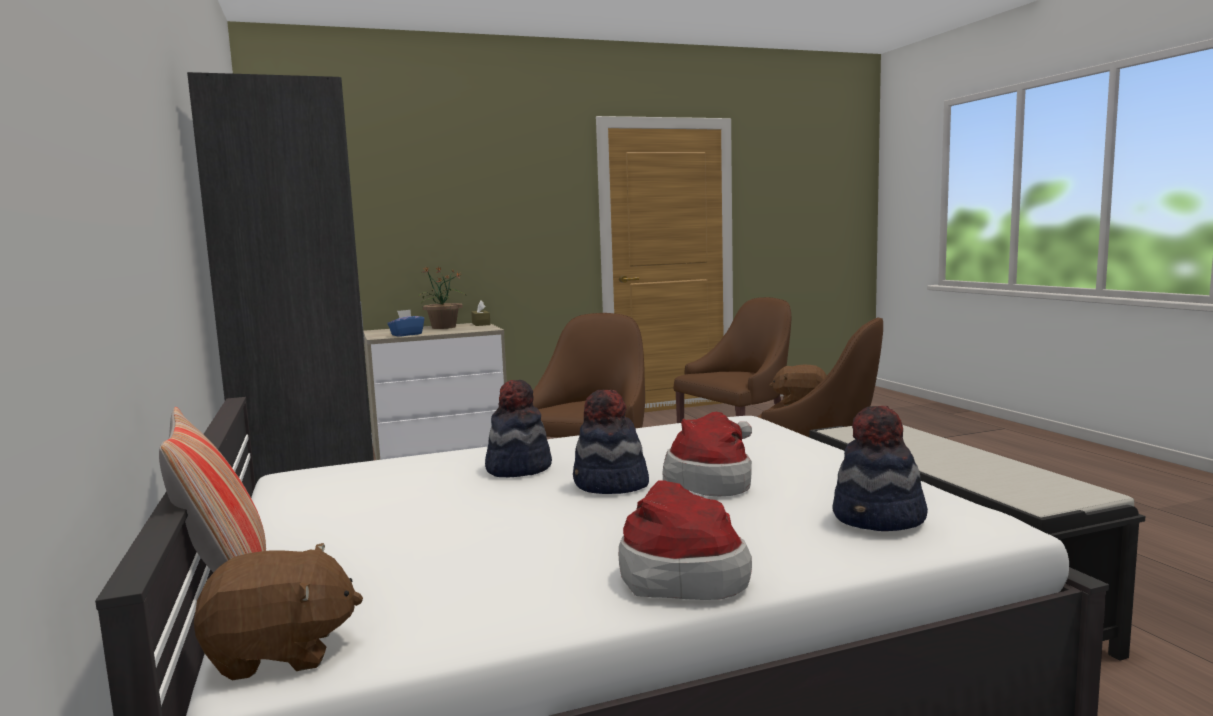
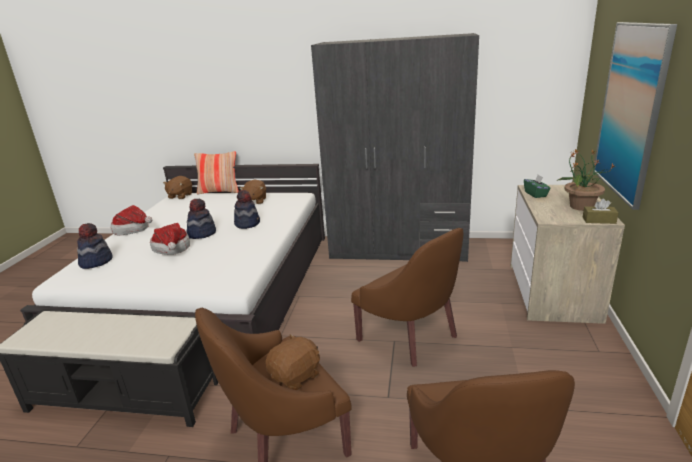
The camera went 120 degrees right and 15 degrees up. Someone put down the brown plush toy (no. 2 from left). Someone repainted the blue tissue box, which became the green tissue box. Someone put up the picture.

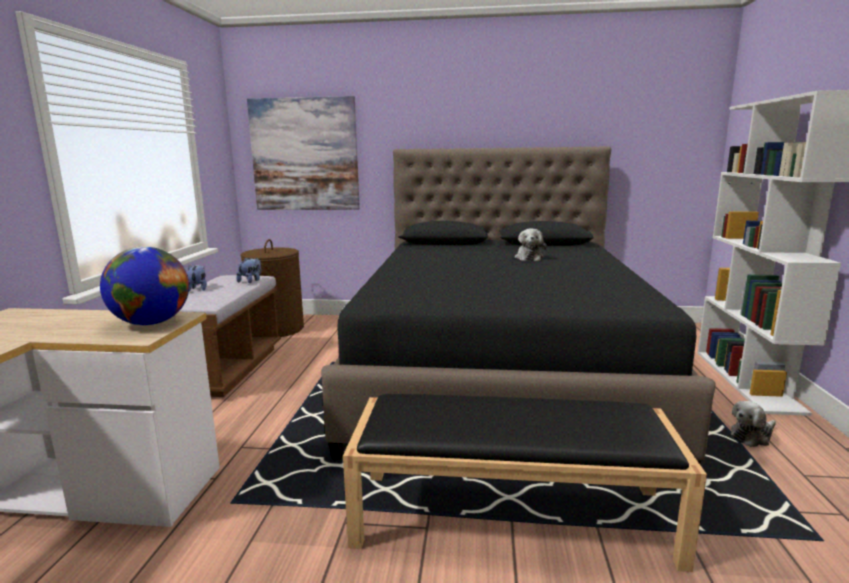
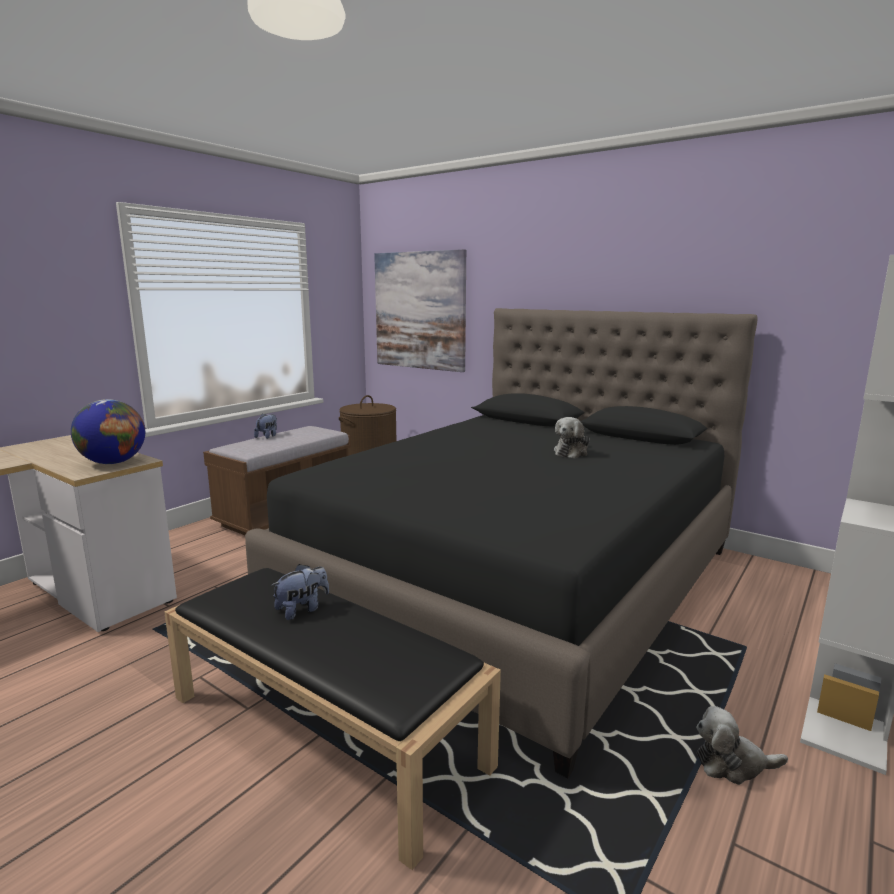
The camera went 30 degrees right and 0 degrees up. Someone carried the plush toy (no. 2 from left).

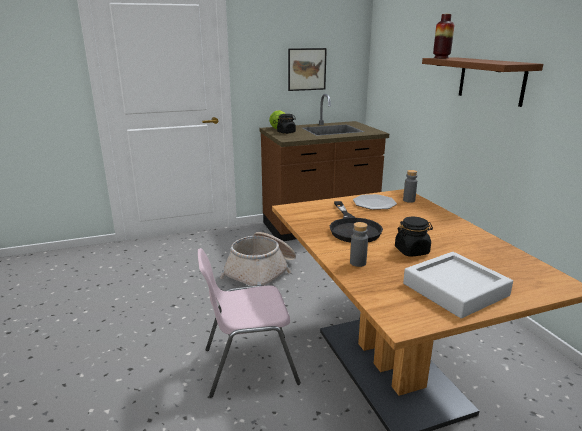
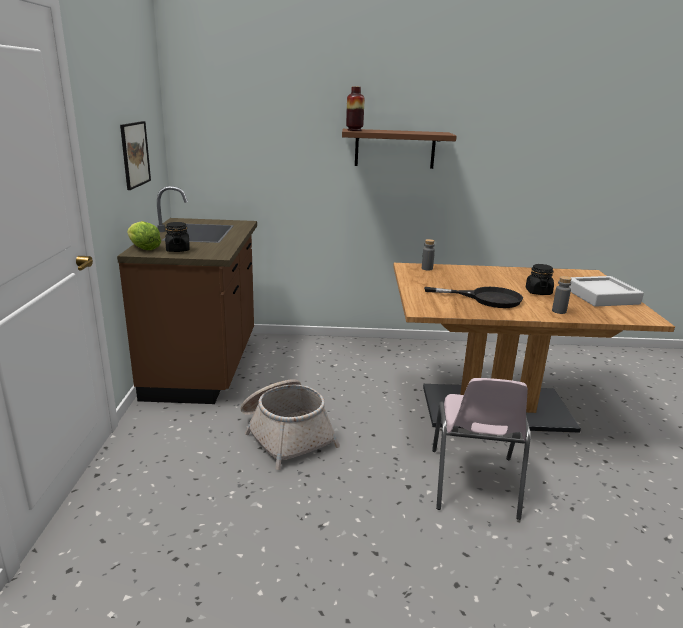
The camera went 70 degrees left and 0 degrees up. Someone took away the plate.

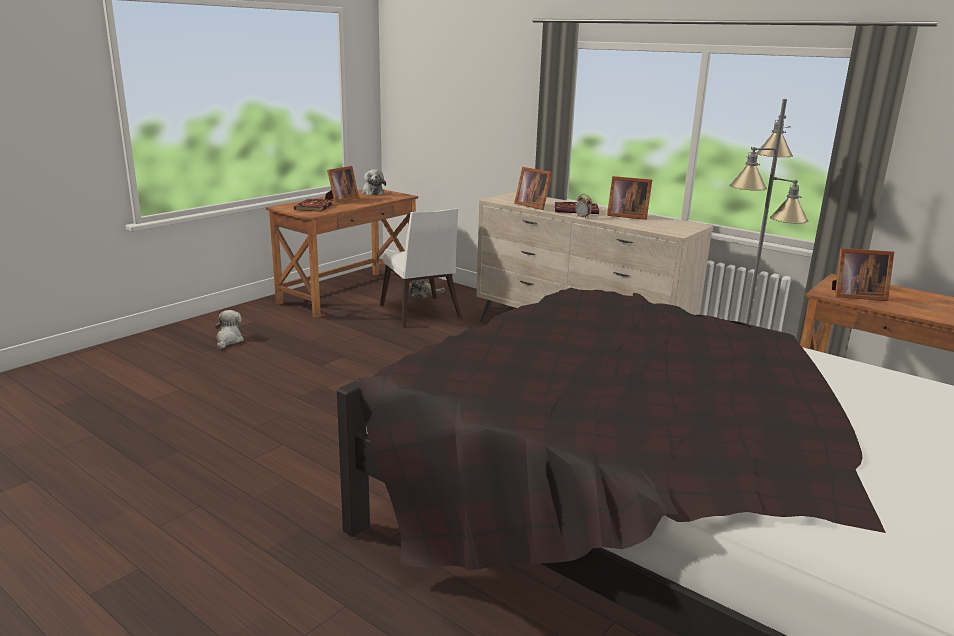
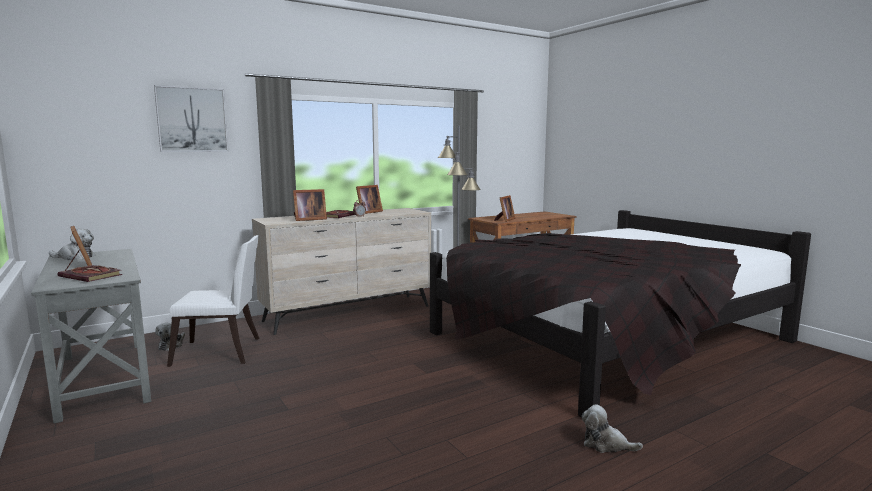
The camera went 70 degrees left and 10 degrees down. Someone repainted the brown desk (no. 1 from left), which became the grey desk. Someone put up the picture. Someone carried the plush toy (no. 1 from left in the first image).

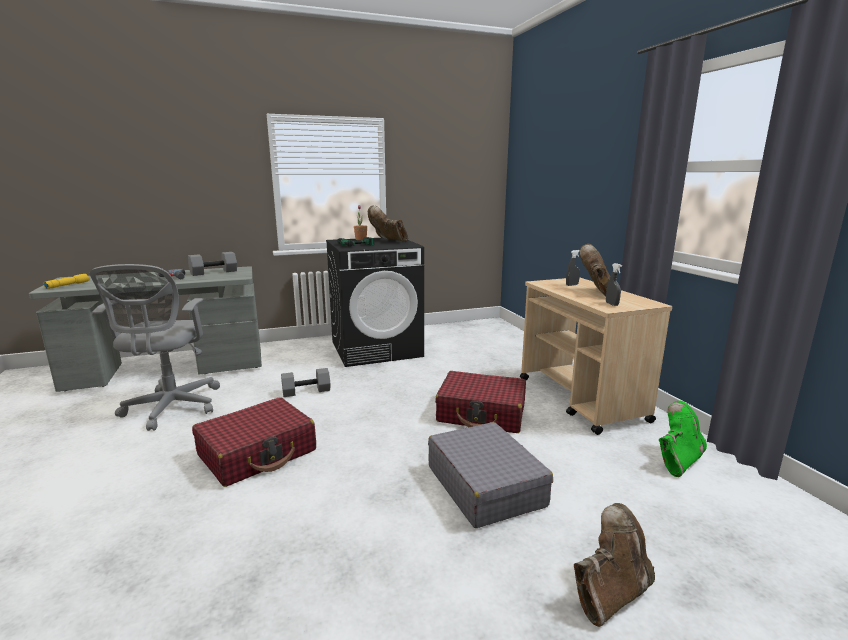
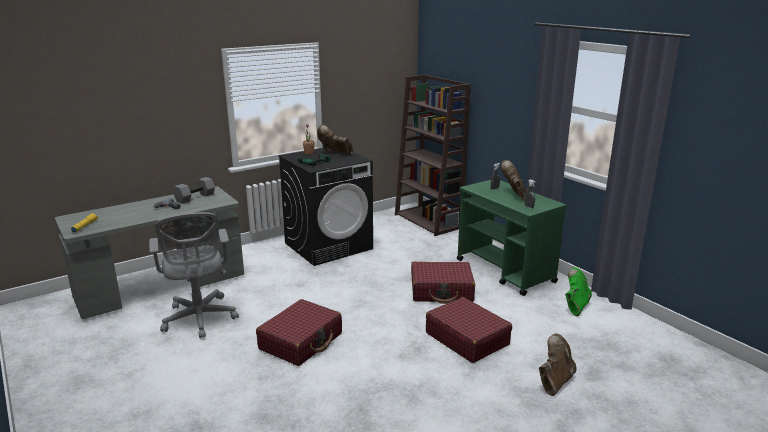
The camera went 15 degrees left and 5 degrees up. Someone put down the brown bookcase. Someone repainted the grey suitcase, which became the red suitcase (no. 3 from left). Someone repainted the beige cart, which became the green cart. Someone took away the grey dumbbell (no. 2 from left).

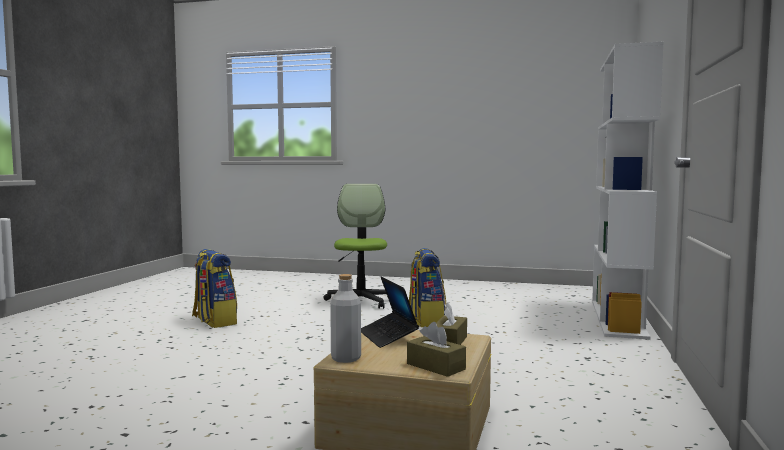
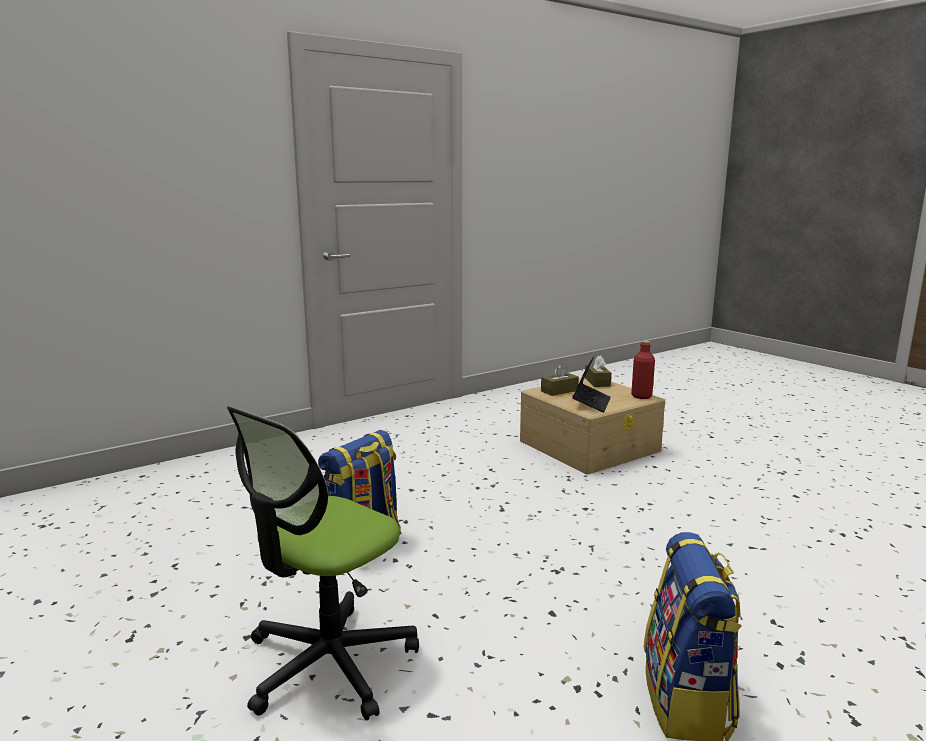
The camera went 140 degrees left and 10 degrees up. Someone repainted the grey bottle, which became the red bottle. Someone took away the white bookcase.

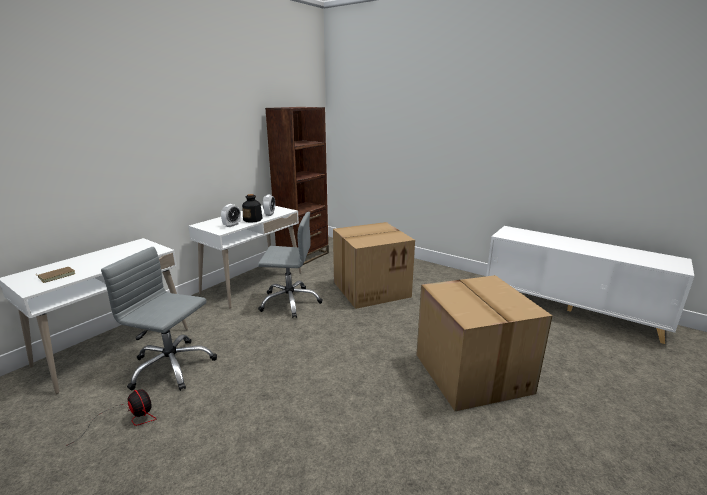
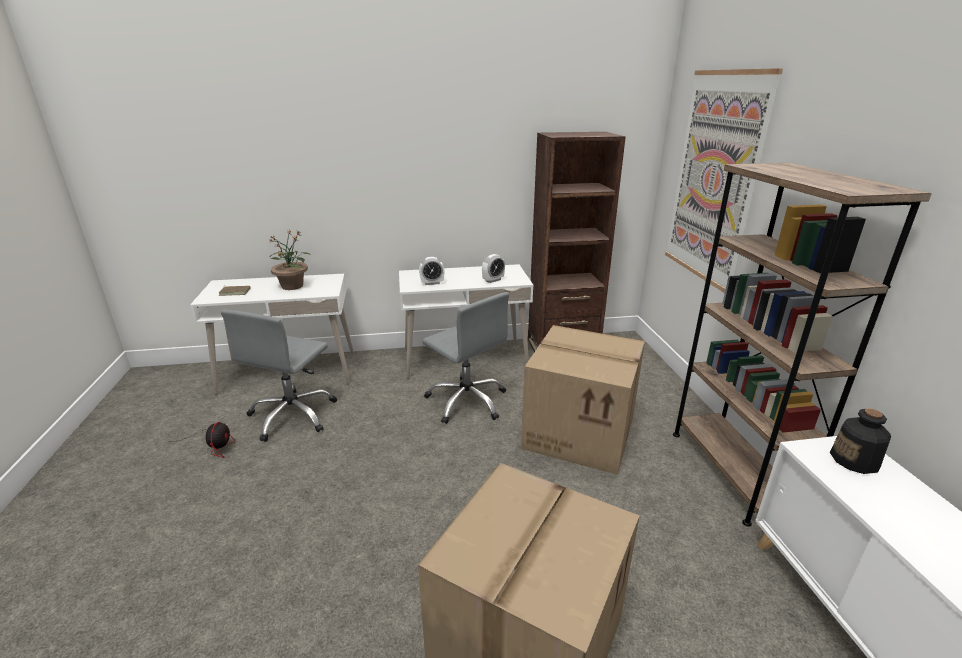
The camera went 45 degrees right and 5 degrees up. Someone rotated the grey office chair (no. 1 from left) by 135 degrees counterclockwise. Someone put down the potted plant. Someone put up the picture. Someone put down the brown bookcase (no. 2 from left). Someone carried the bottle.

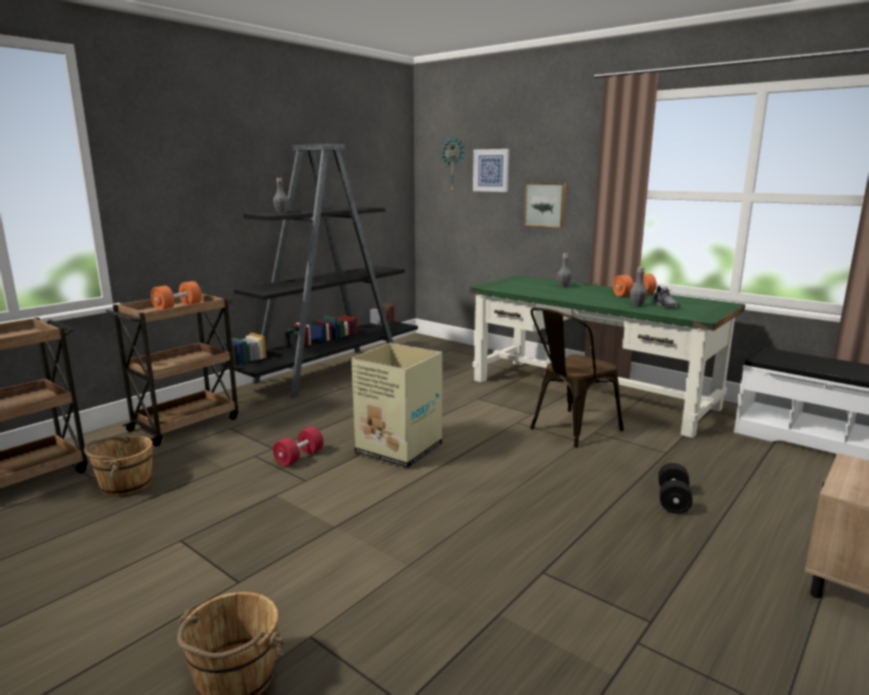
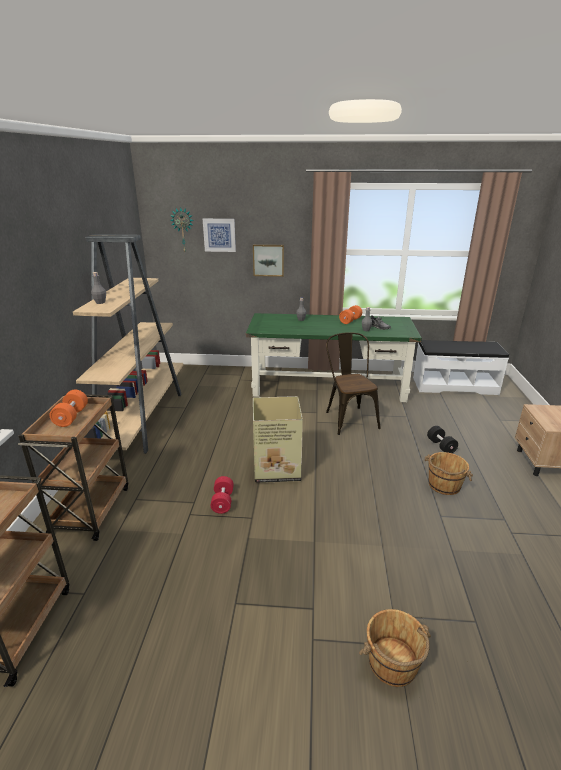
The camera went 35 degrees left and 10 degrees up. Someone repainted the black bookcase, which became the beige bookcase. Someone rotated the brown chair by 150 degrees clockwise. Someone carried the brown bucket (no. 1 from left in the first image).

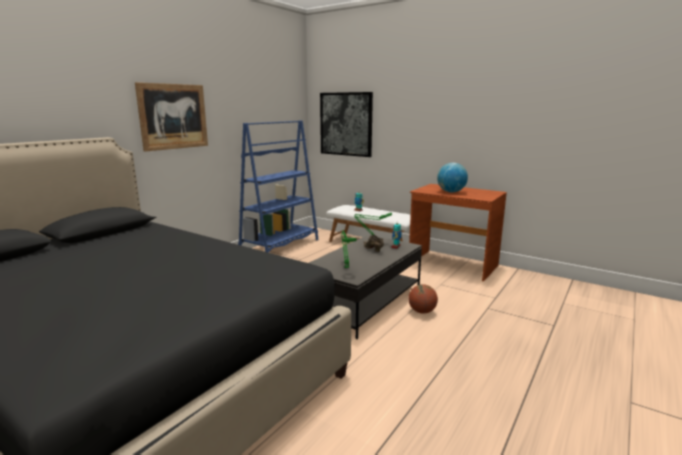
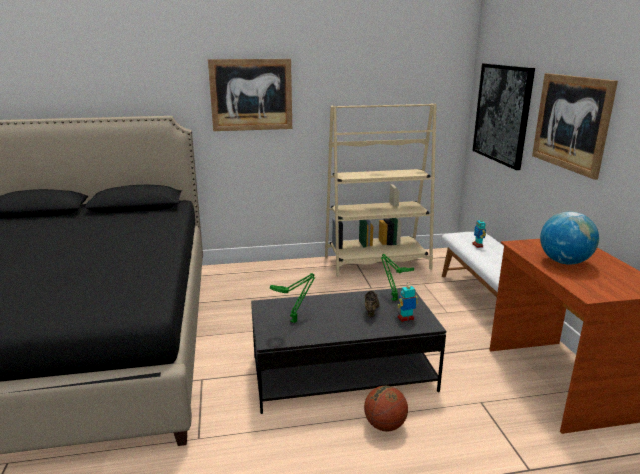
The camera went 45 degrees right and 5 degrees up. Someone repainted the blue bookcase, which became the beige bookcase. Someone put up the picture (no. 3 from left).

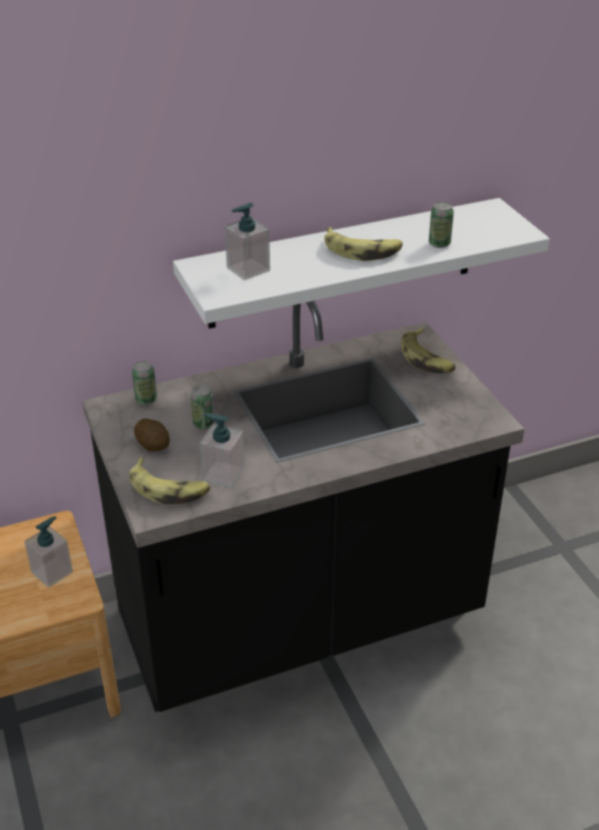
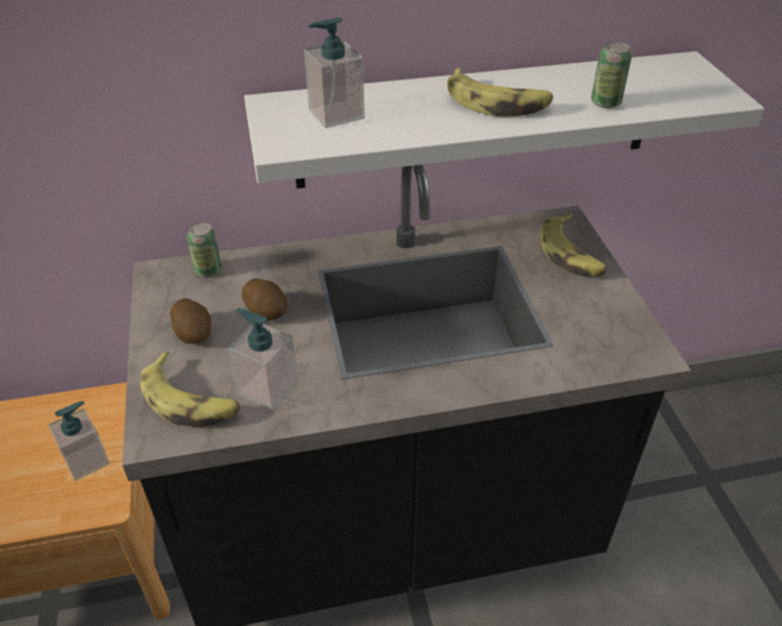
The camera went 10 degrees right and 5 degrees up. Someone swapped the can (no. 2 from left) for the potato (no. 2 from left).

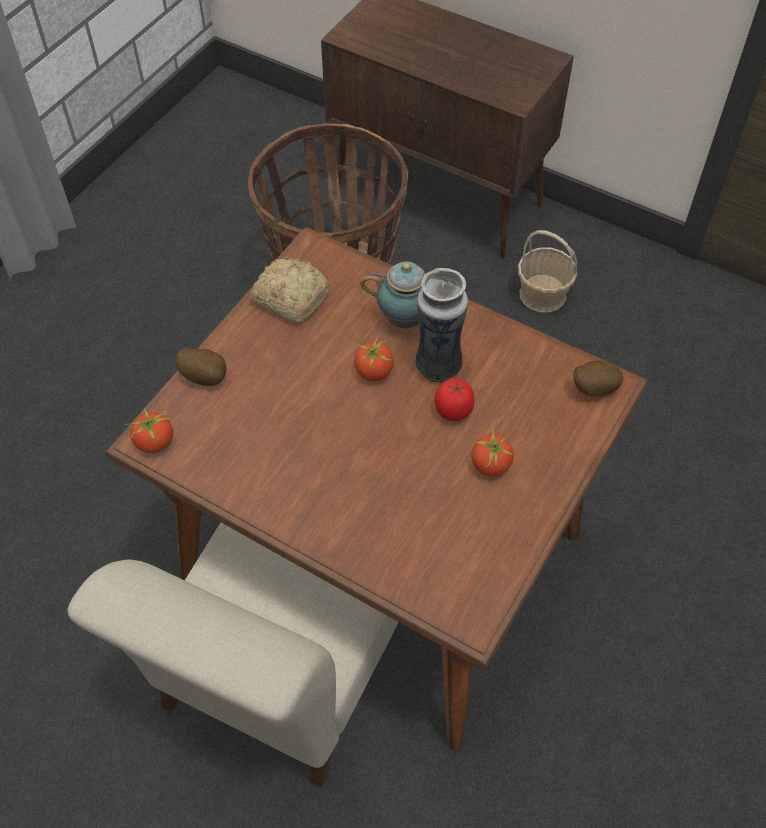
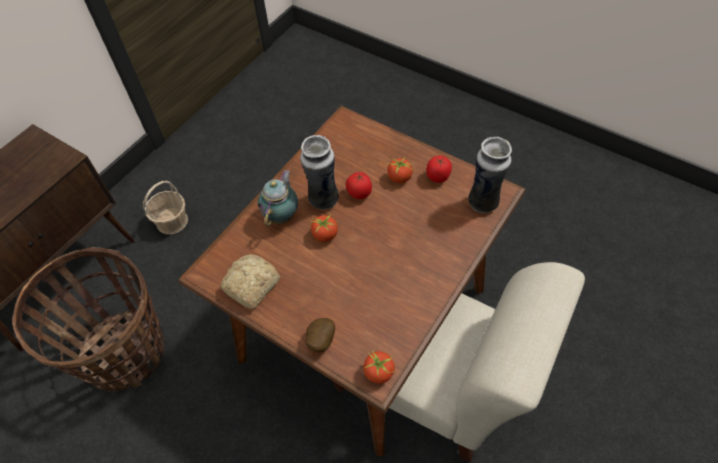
The camera went 85 degrees left and 0 degrees up. Someone put down the tomato (no. 5 from left). Someone put down the vase (no. 2 from left). Someone took away the potato (no. 2 from left).

